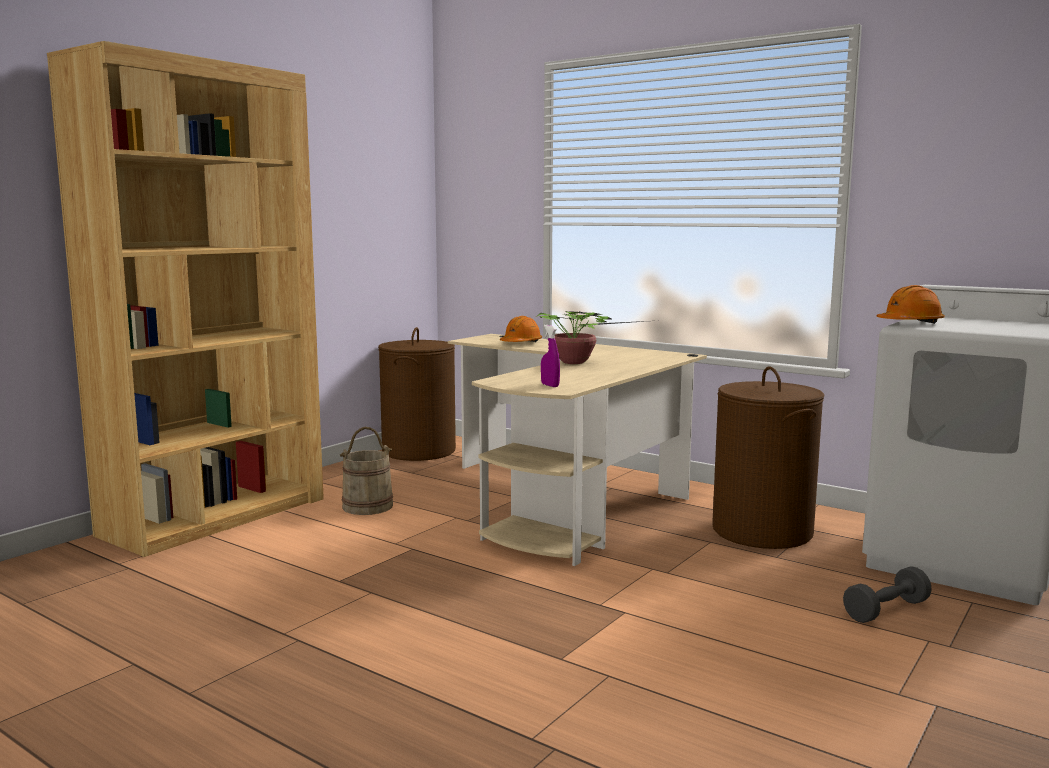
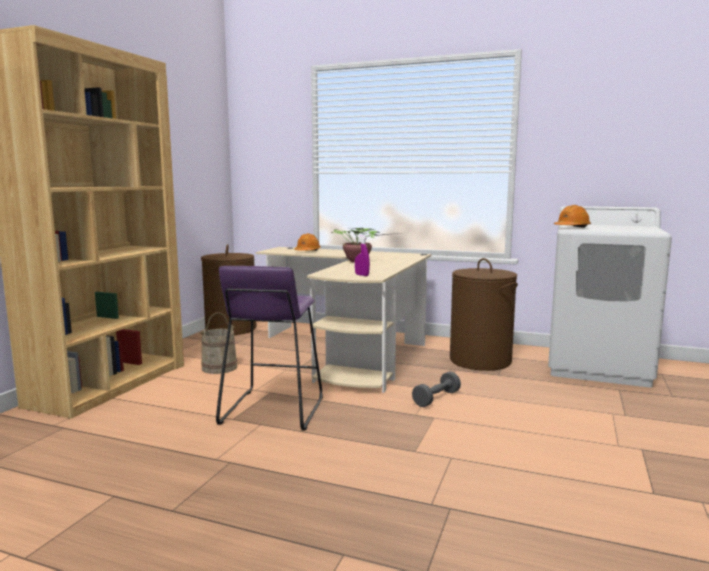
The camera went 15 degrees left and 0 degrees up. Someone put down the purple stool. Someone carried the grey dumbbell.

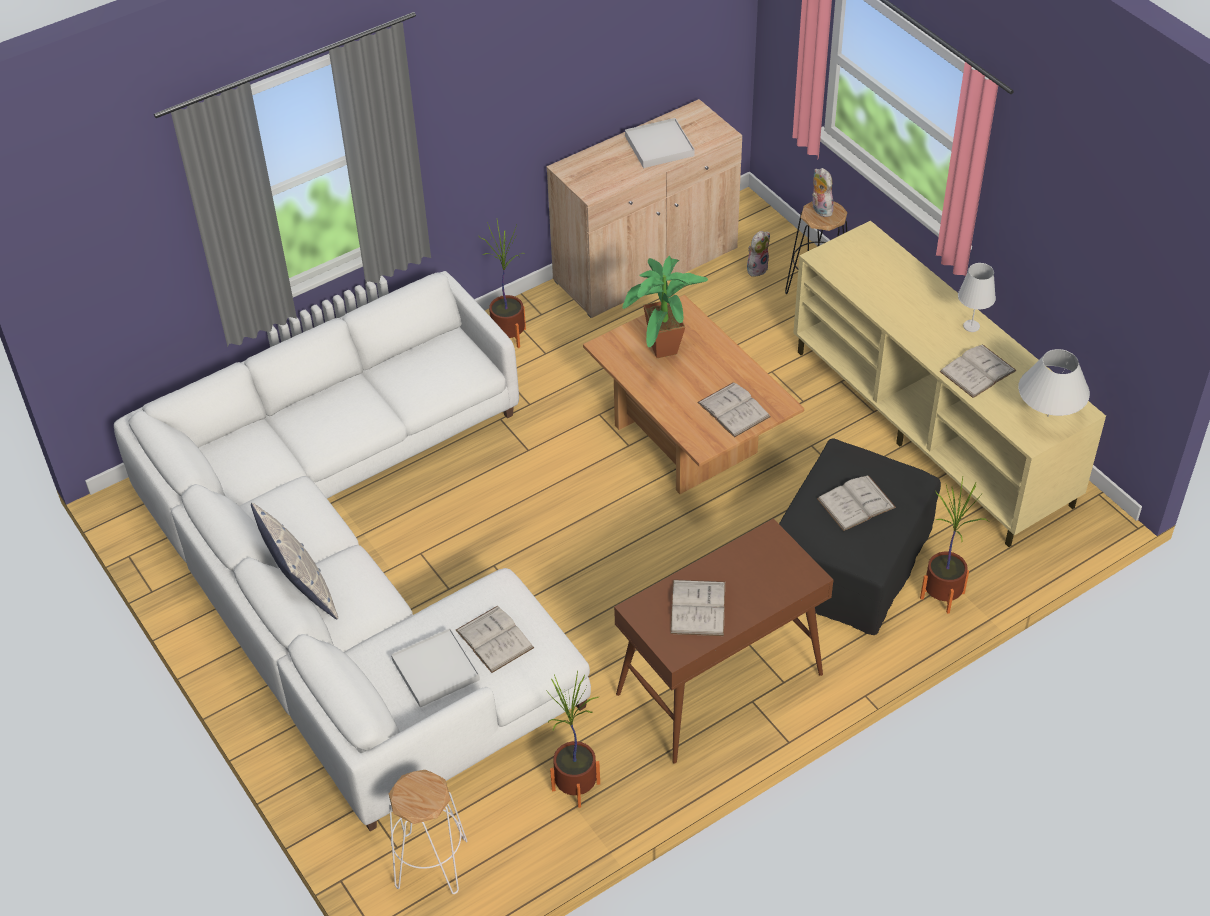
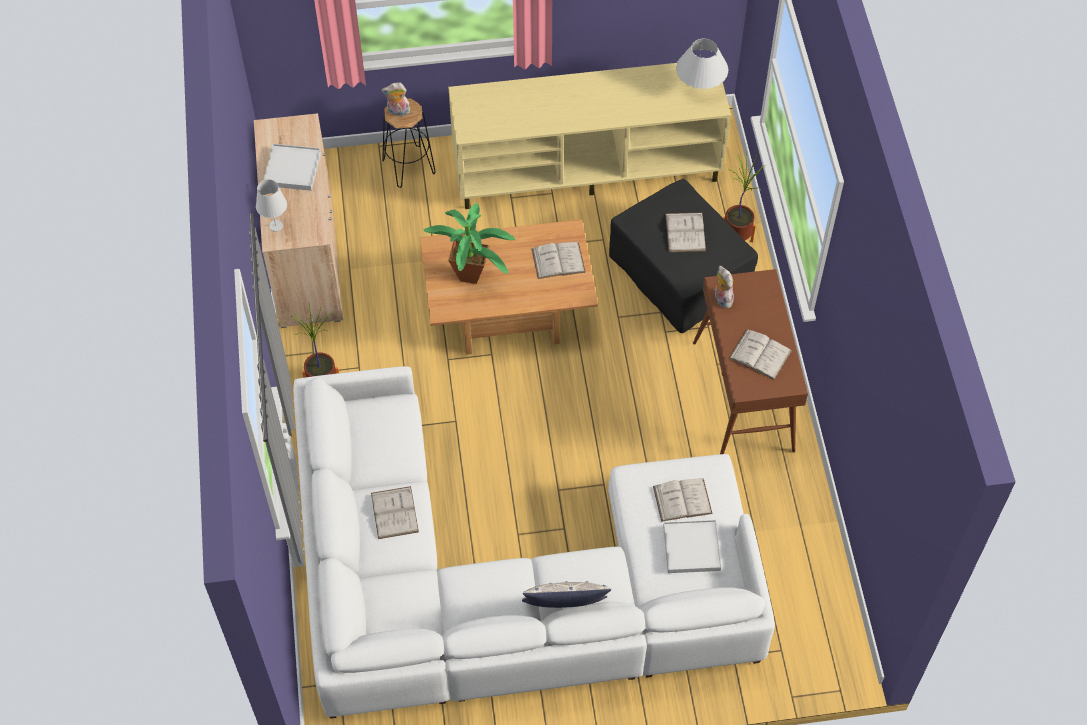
The camera went 65 degrees left and 10 degrees up. Someone carried the white table lamp (no. 1 from left). Someone carried the white book (no. 5 from left in the first image). Someone carried the plush toy (no. 1 from left in the first image). Someone took away the white stool. Someone took away the potted plant (no. 2 from left).

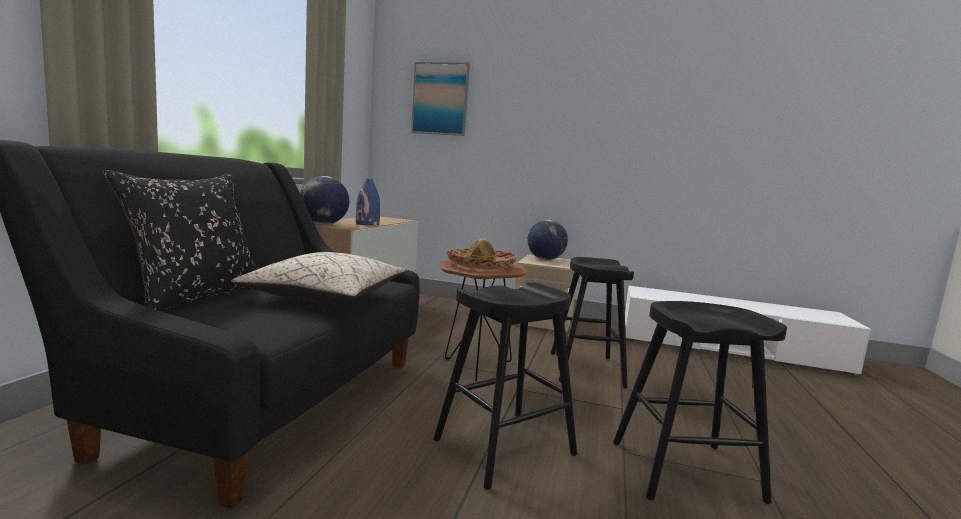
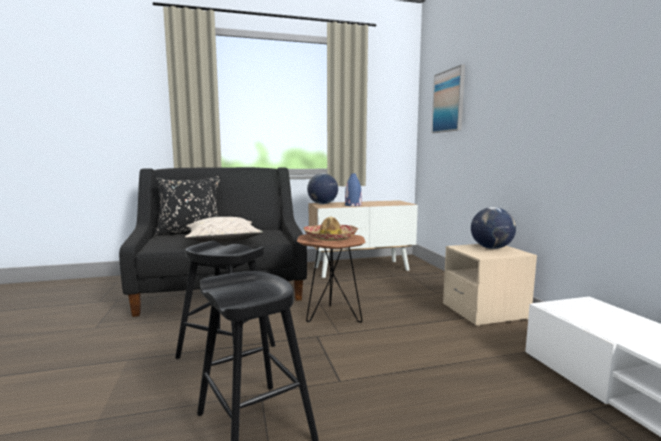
The camera went 60 degrees right and 0 degrees up. Someone took away the black stool (no. 2 from left).

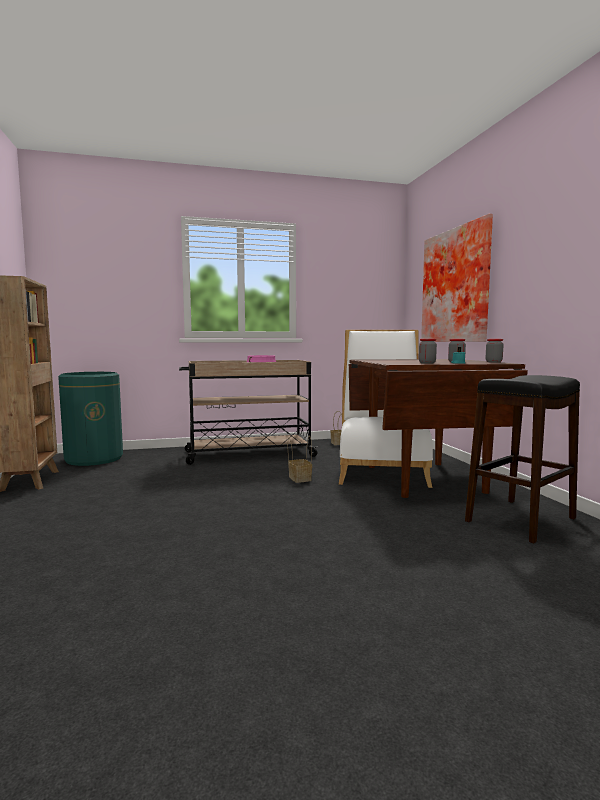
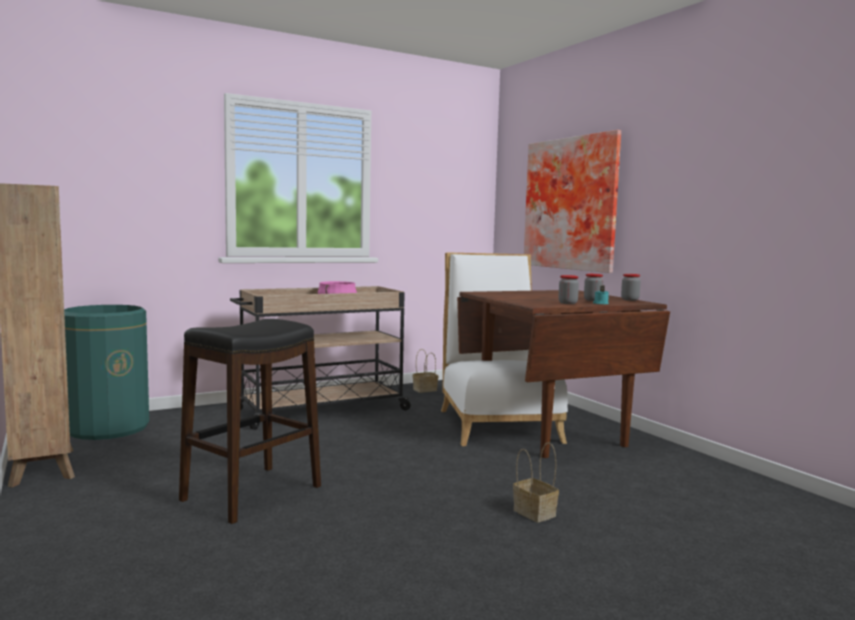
The camera went 15 degrees left and 0 degrees up. Someone carried the black stool. Someone carried the basket (no. 1 from left in the first image).

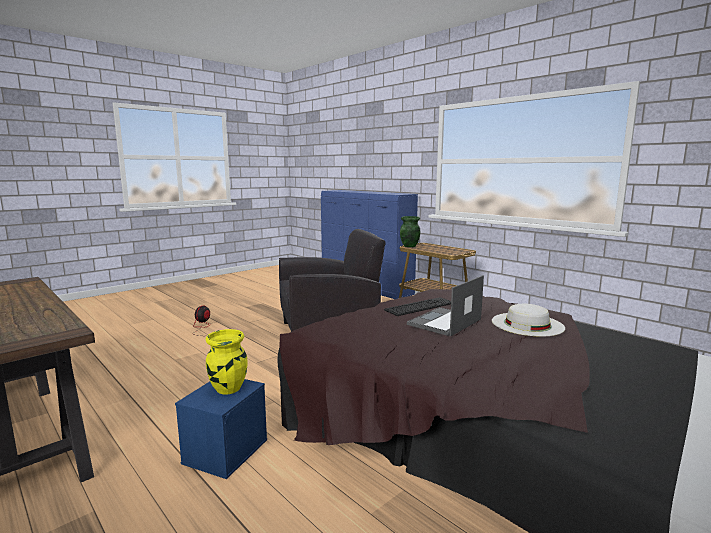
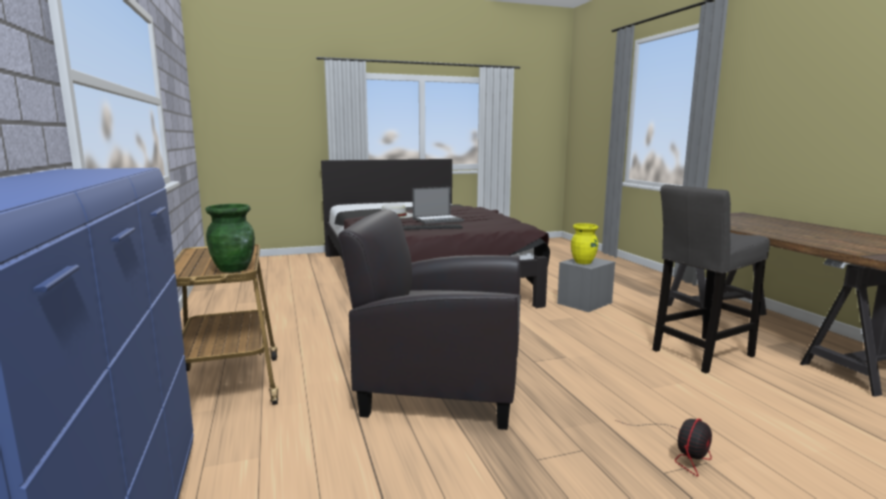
The camera went 155 degrees left and 0 degrees up. Someone repainted the blue storage box, which became the grey storage box. Someone put down the grey stool.

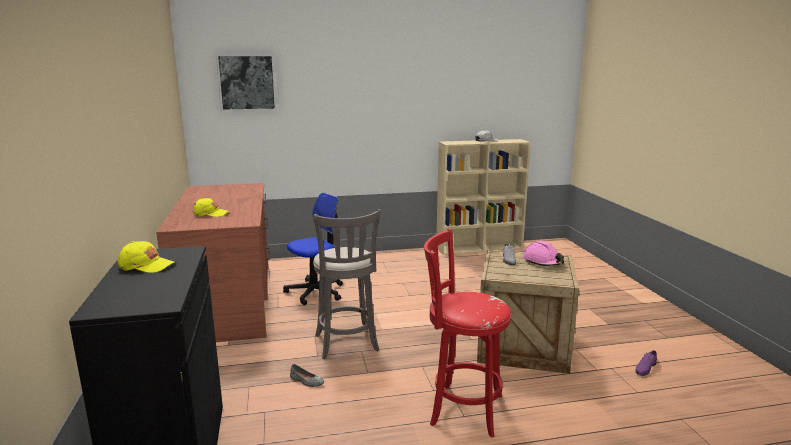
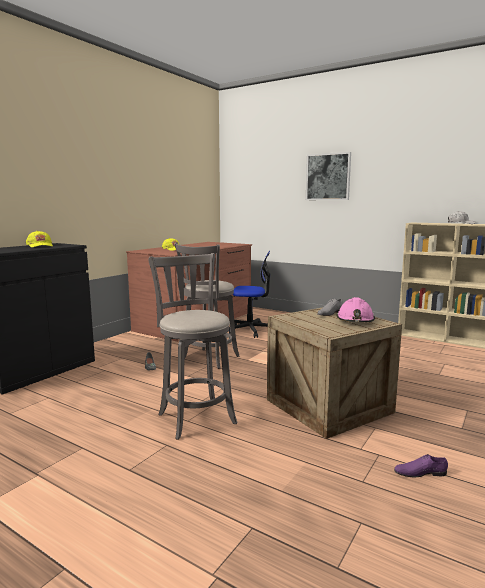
The camera went 45 degrees right and 5 degrees down. Someone repainted the red stool, which became the grey stool (no. 1 from left). Someone carried the picture.

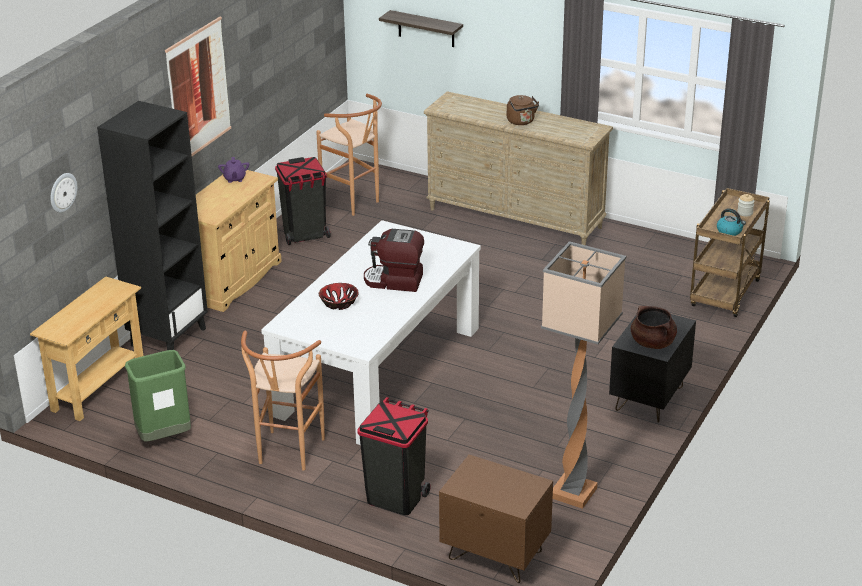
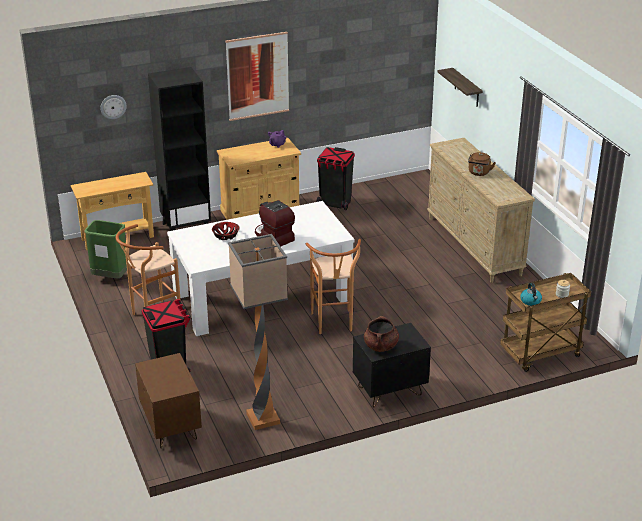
The camera went 40 degrees right and 0 degrees up. Someone carried the brown stool (no. 2 from left).

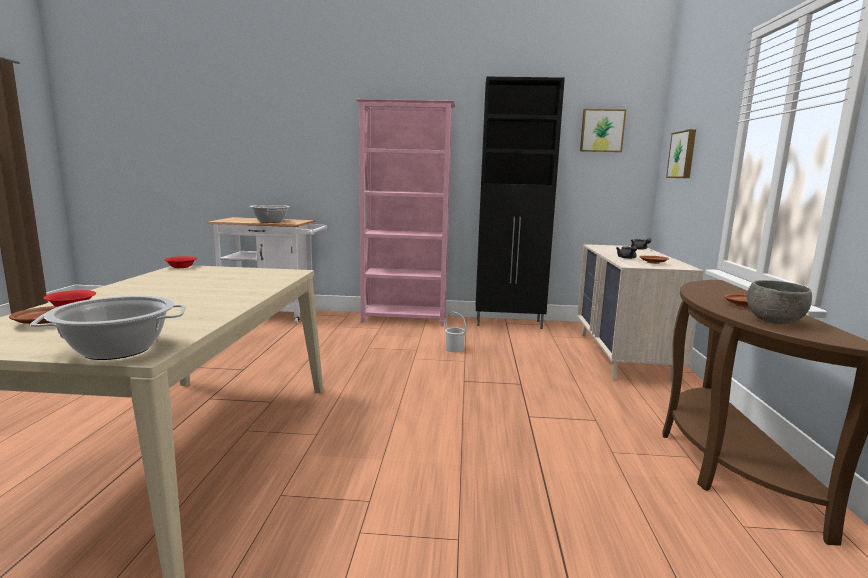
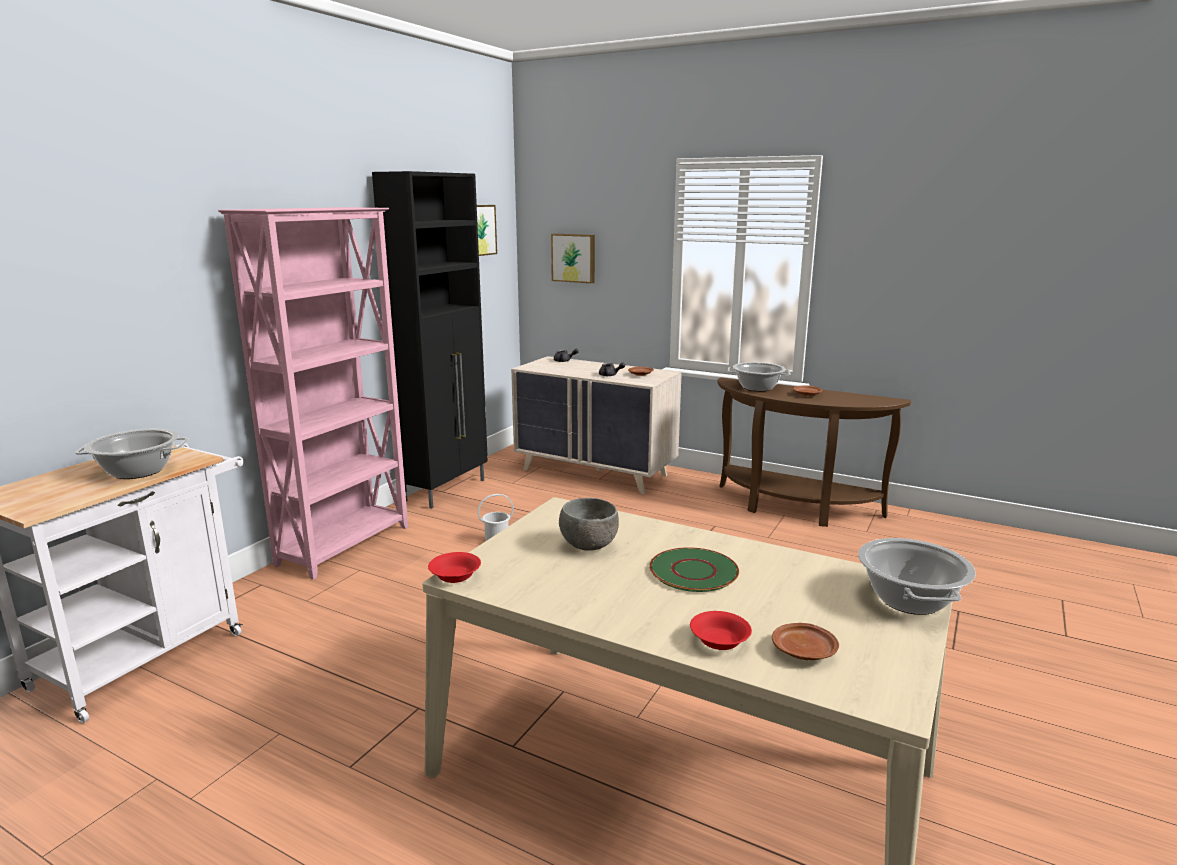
The camera went 65 degrees left and 5 degrees up. Someone carried the grey bowl. Someone put down the green plate. Someone put down the cooking pot (no. 2 from left).

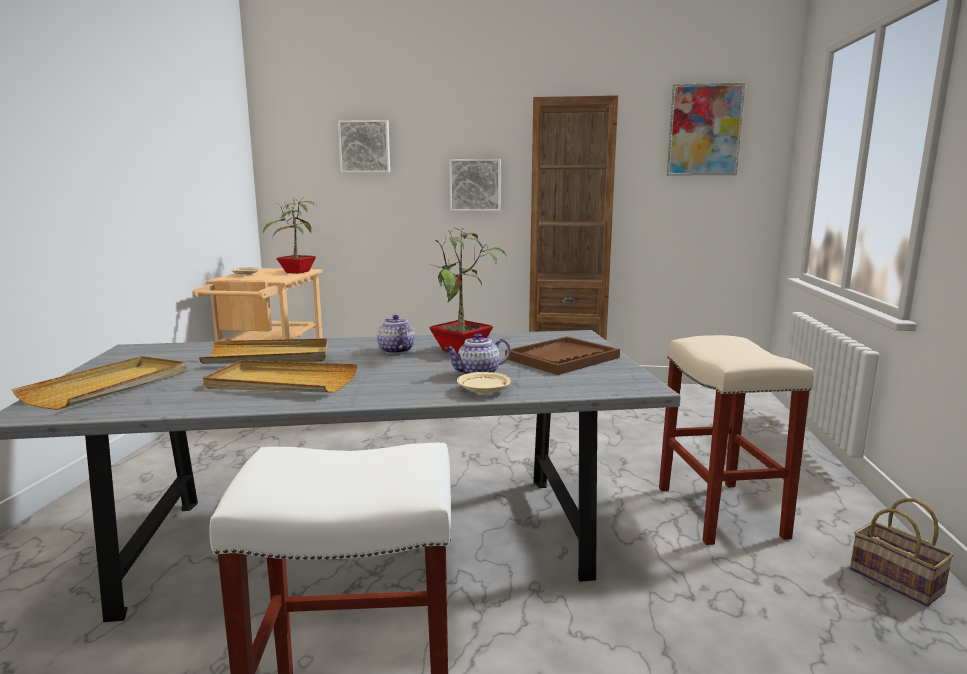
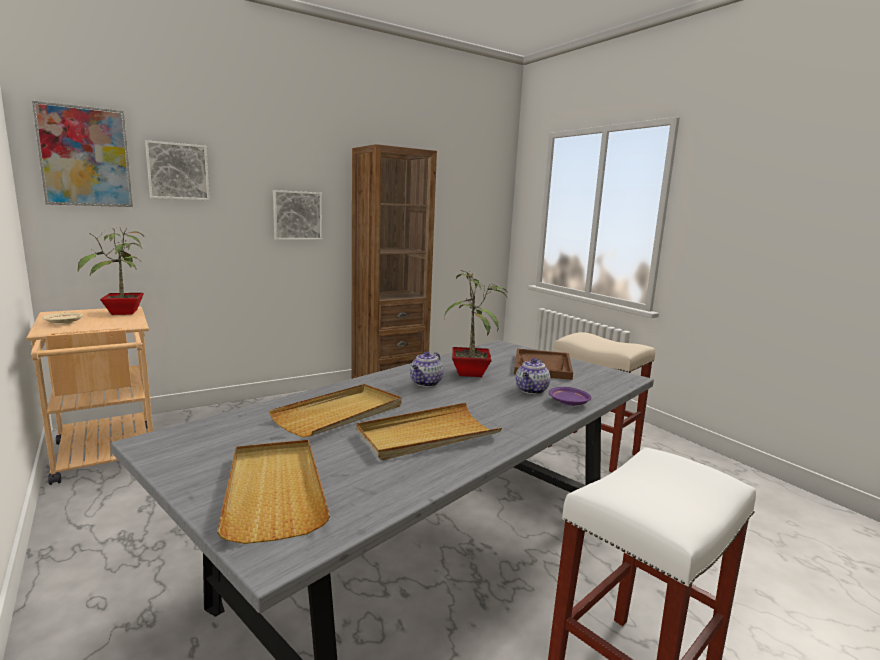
The camera went 40 degrees left and 0 degrees up. Someone carried the picture (no. 3 from left in the first image). Someone rotated the teapot (no. 1 from left) by 90 degrees counterclockwise. Someone repainted the beige plate (no. 2 from left), which became the purple plate. Someone took away the basket.

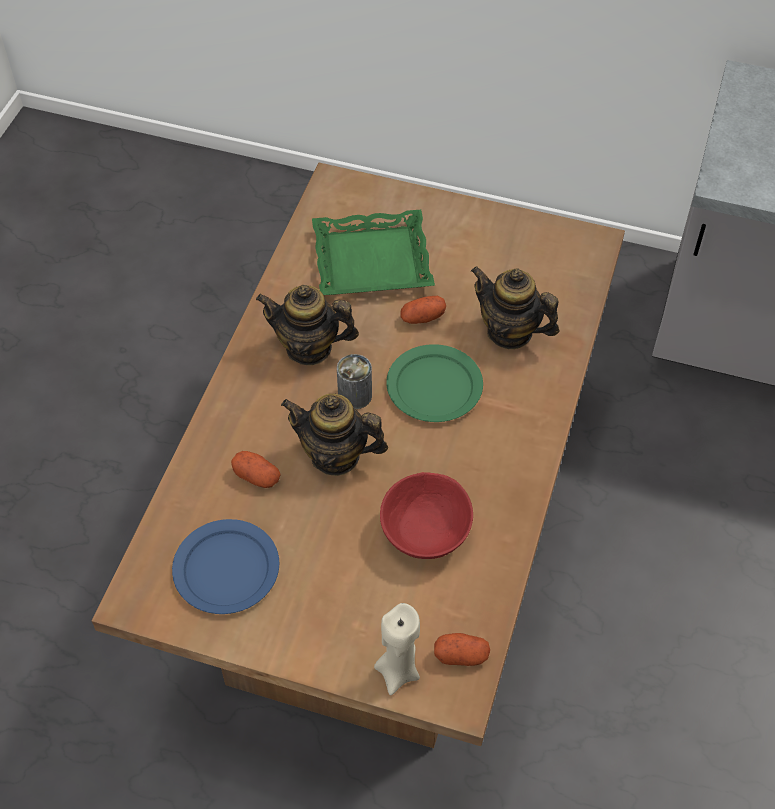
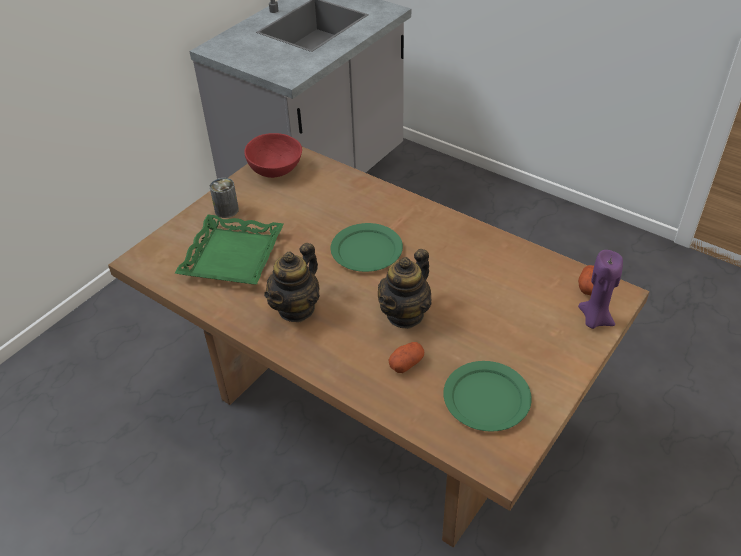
The camera went 70 degrees left and 10 degrees down. Someone carried the can. Someone carried the red bowl. Someone repainted the blue plate, which became the green plate (no. 2 from left). Someone repainted the beige candle, which became the purple candle. Someone took away the potato (no. 2 from left). Someone took away the teapot (no. 3 from left).

